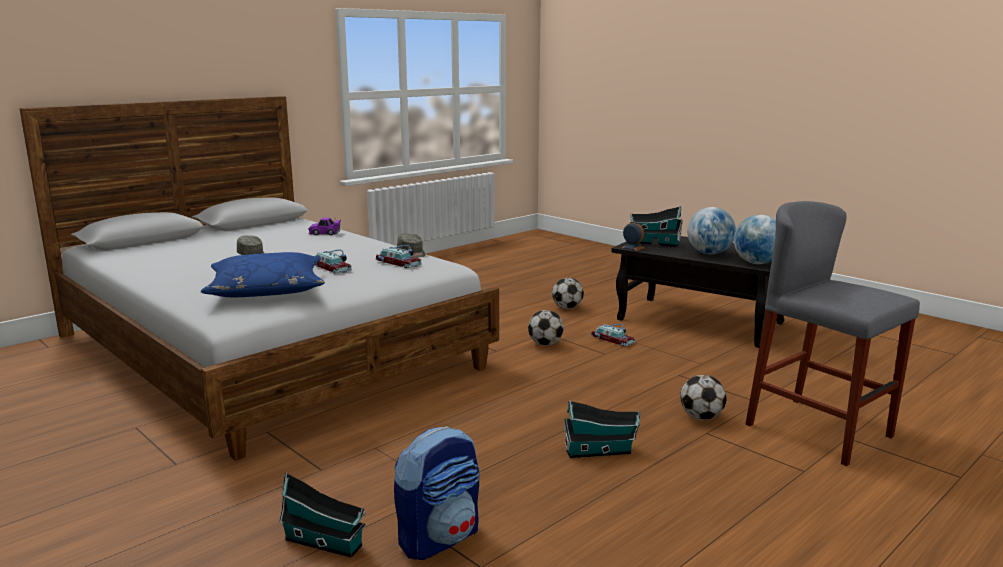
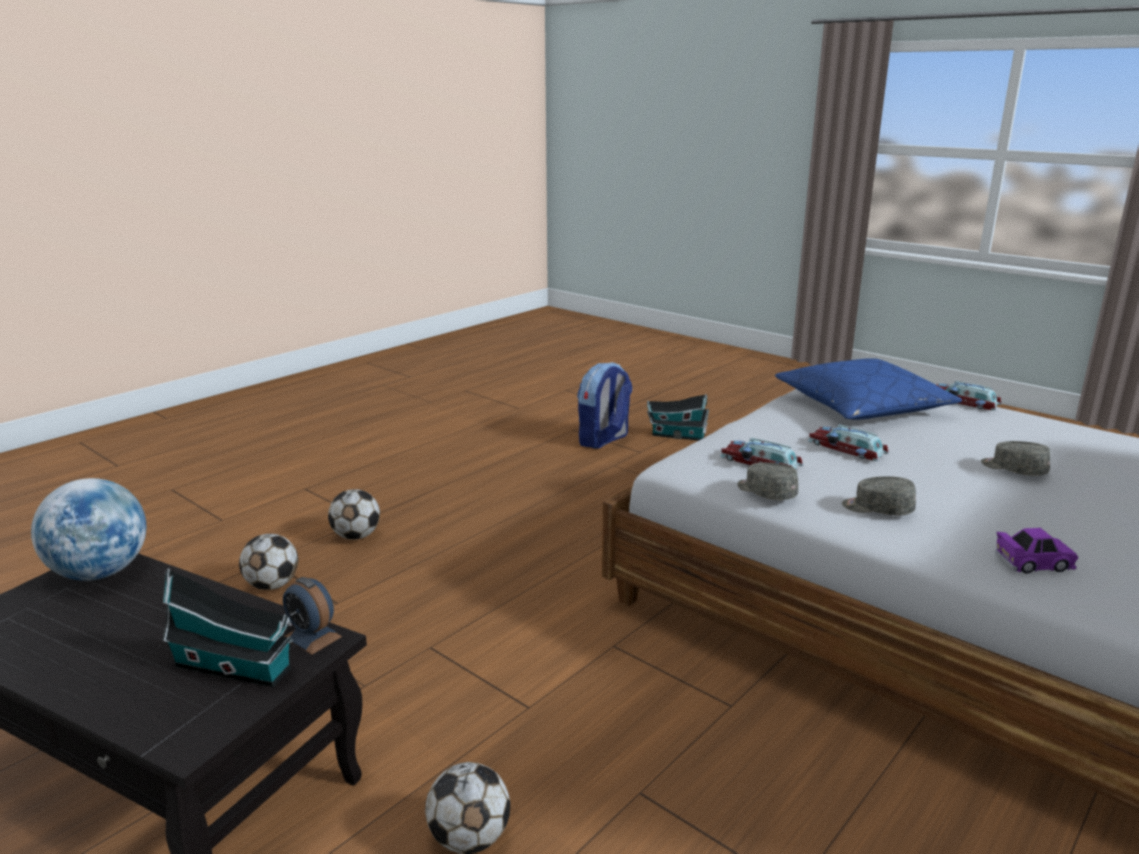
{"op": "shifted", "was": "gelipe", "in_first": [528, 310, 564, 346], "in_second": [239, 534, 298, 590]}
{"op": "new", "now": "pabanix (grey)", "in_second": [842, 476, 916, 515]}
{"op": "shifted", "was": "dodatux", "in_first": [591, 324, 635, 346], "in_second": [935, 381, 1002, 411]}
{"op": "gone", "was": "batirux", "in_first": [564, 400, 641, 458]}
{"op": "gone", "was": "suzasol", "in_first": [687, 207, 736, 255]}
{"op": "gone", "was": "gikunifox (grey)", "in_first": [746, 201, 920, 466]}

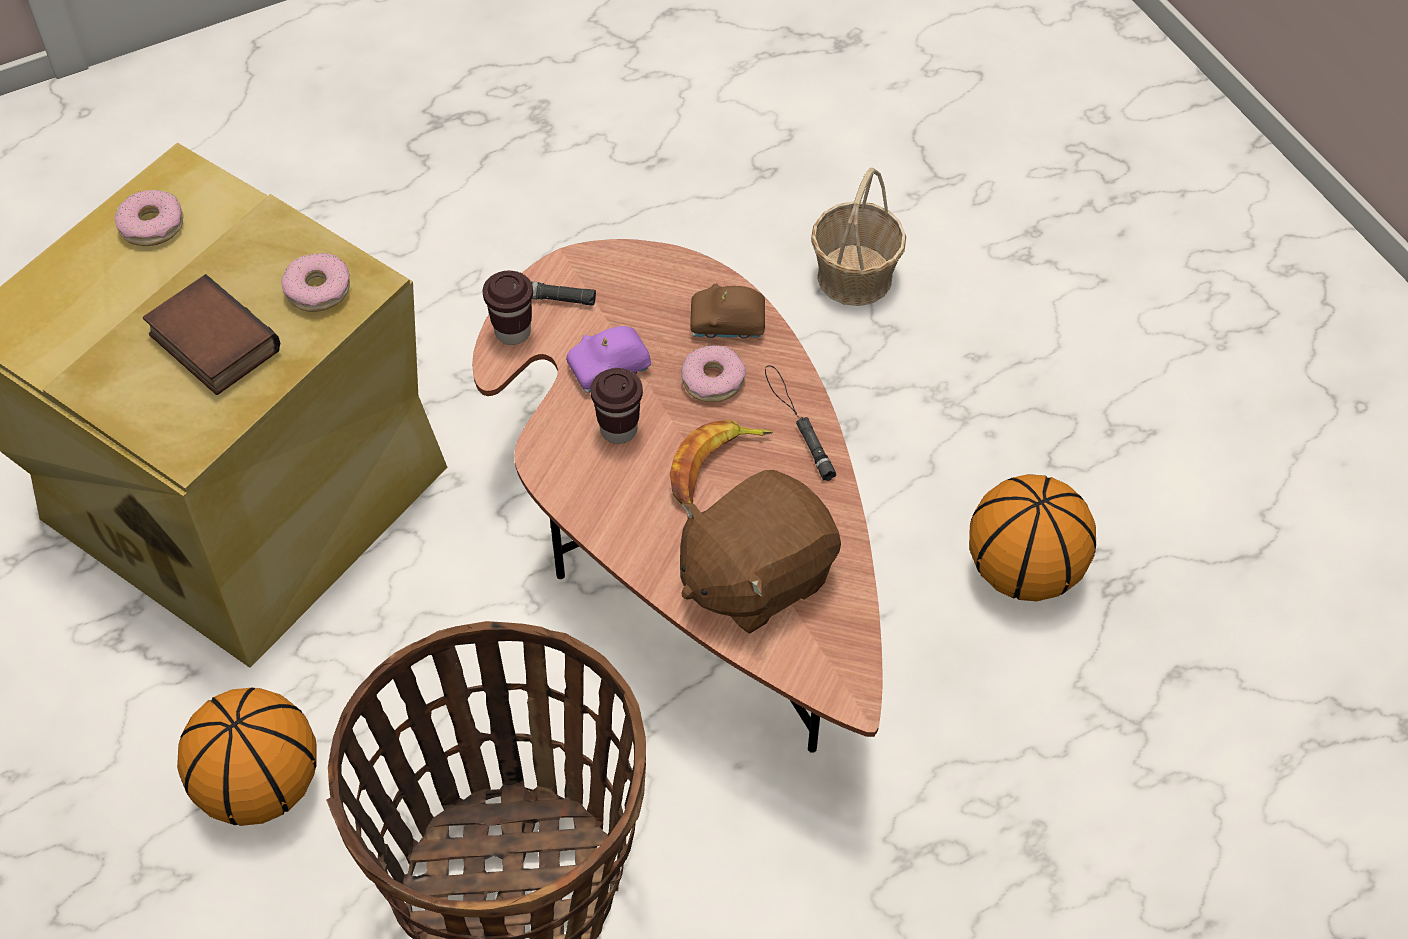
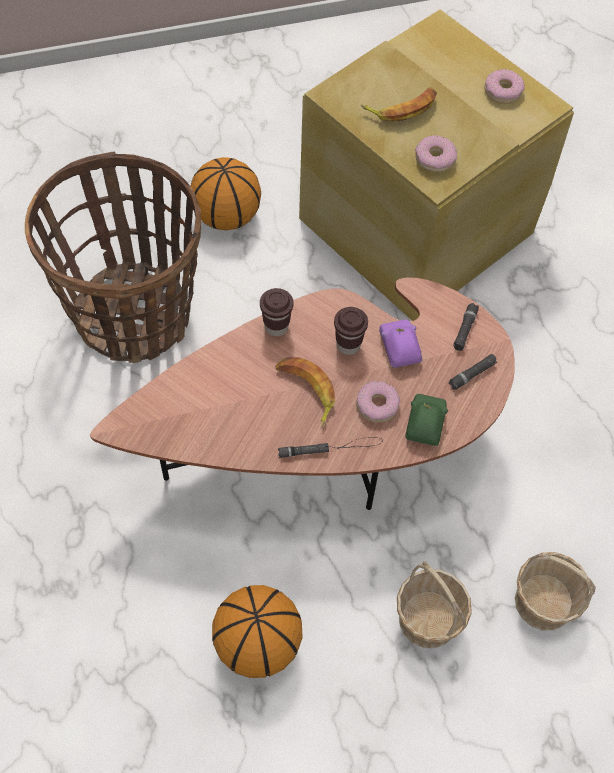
{"op": "shifted", "was": "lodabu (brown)", "in_first": [483, 271, 533, 345], "in_second": [260, 288, 294, 336]}
{"op": "swapped", "was": "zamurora", "now": "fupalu", "in_first": [143, 274, 280, 395], "in_second": [361, 87, 437, 121]}
{"op": "new", "now": "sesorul", "in_second": [397, 561, 472, 648]}
{"op": "repainted", "was": "dodatux (brown)", "now": "dodatux (green)", "in_first": [690, 284, 765, 339], "in_second": [405, 394, 448, 446]}
{"op": "new", "now": "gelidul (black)", "in_second": [449, 354, 497, 390]}
{"op": "gone", "was": "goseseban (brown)", "in_first": [680, 470, 841, 633]}

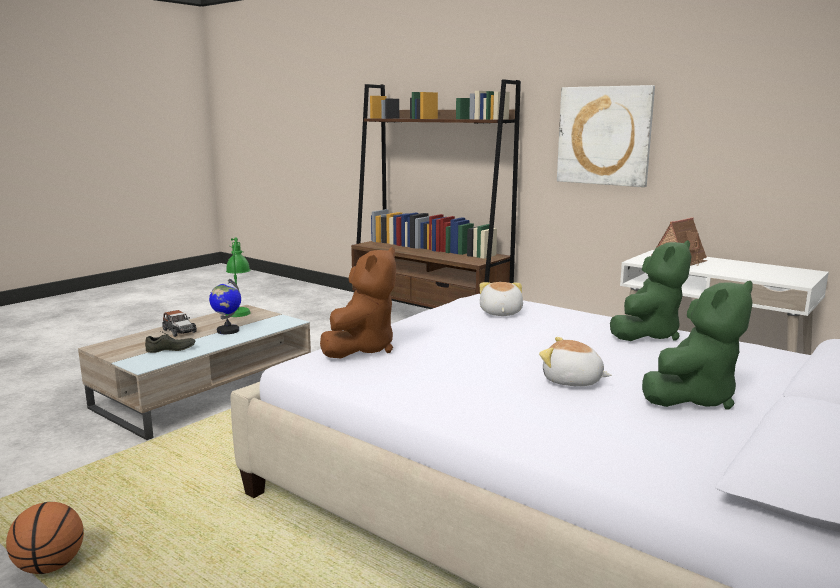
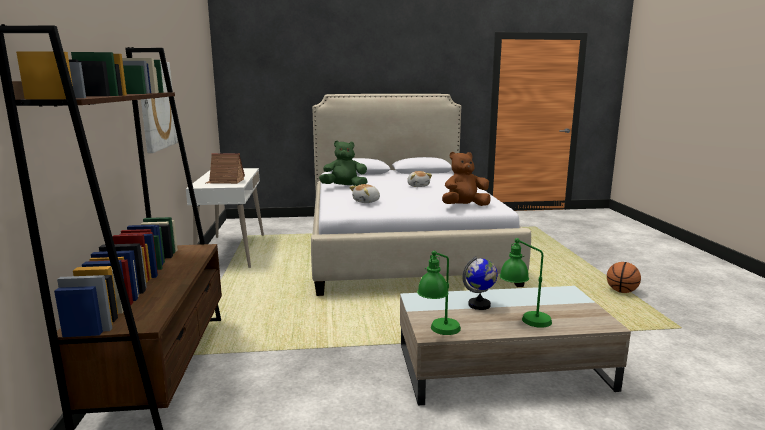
{"op": "swapped", "was": "dodatux", "now": "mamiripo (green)", "in_first": [162, 310, 197, 337], "in_second": [499, 238, 552, 328]}
{"op": "gone", "was": "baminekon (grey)", "in_first": [145, 331, 195, 353]}
{"op": "gone", "was": "goseseban (green)", "in_first": [642, 281, 753, 410]}

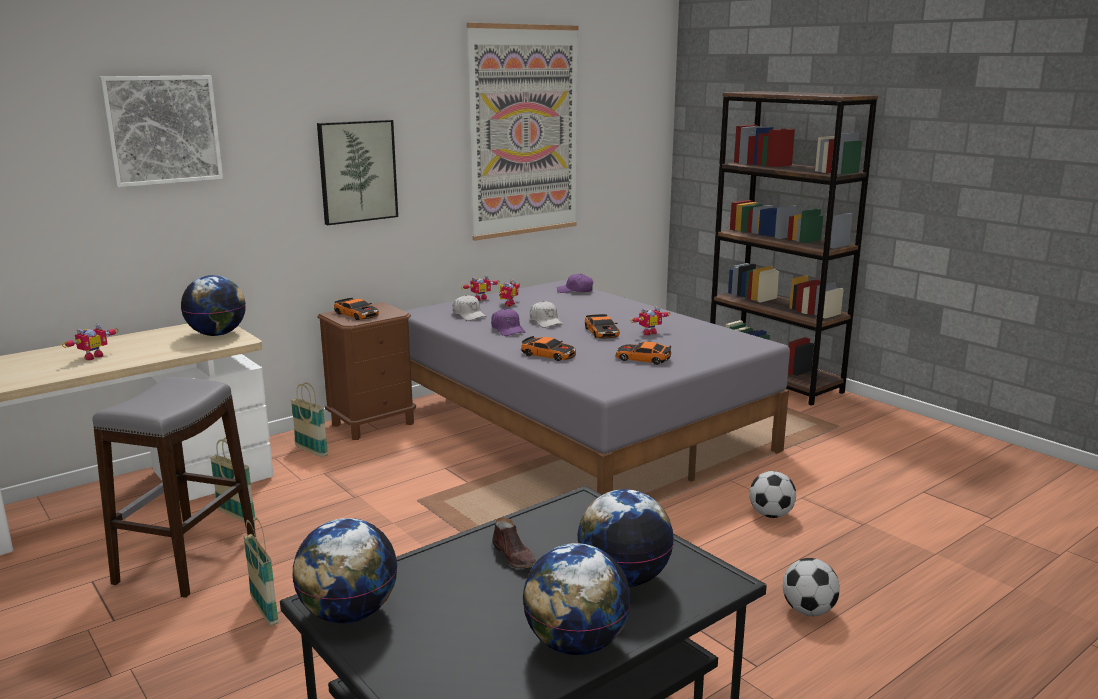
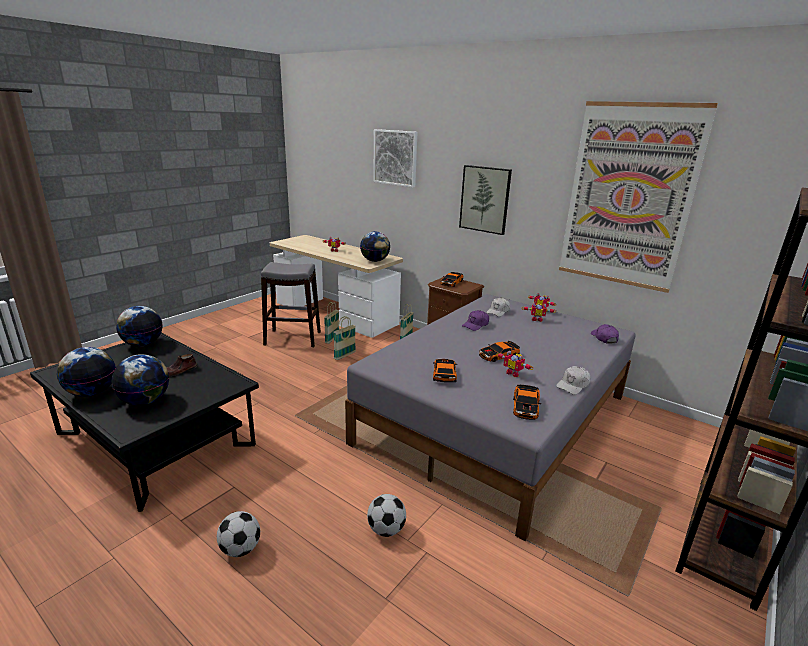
{"op": "shifted", "was": "sesorul", "in_first": [243, 518, 279, 626], "in_second": [333, 316, 356, 360]}
{"op": "shifted", "was": "dodatux", "in_first": [521, 336, 576, 361], "in_second": [513, 385, 541, 420]}
{"op": "shifted", "was": "pabanix (white)", "in_first": [530, 301, 564, 328], "in_second": [556, 366, 591, 395]}

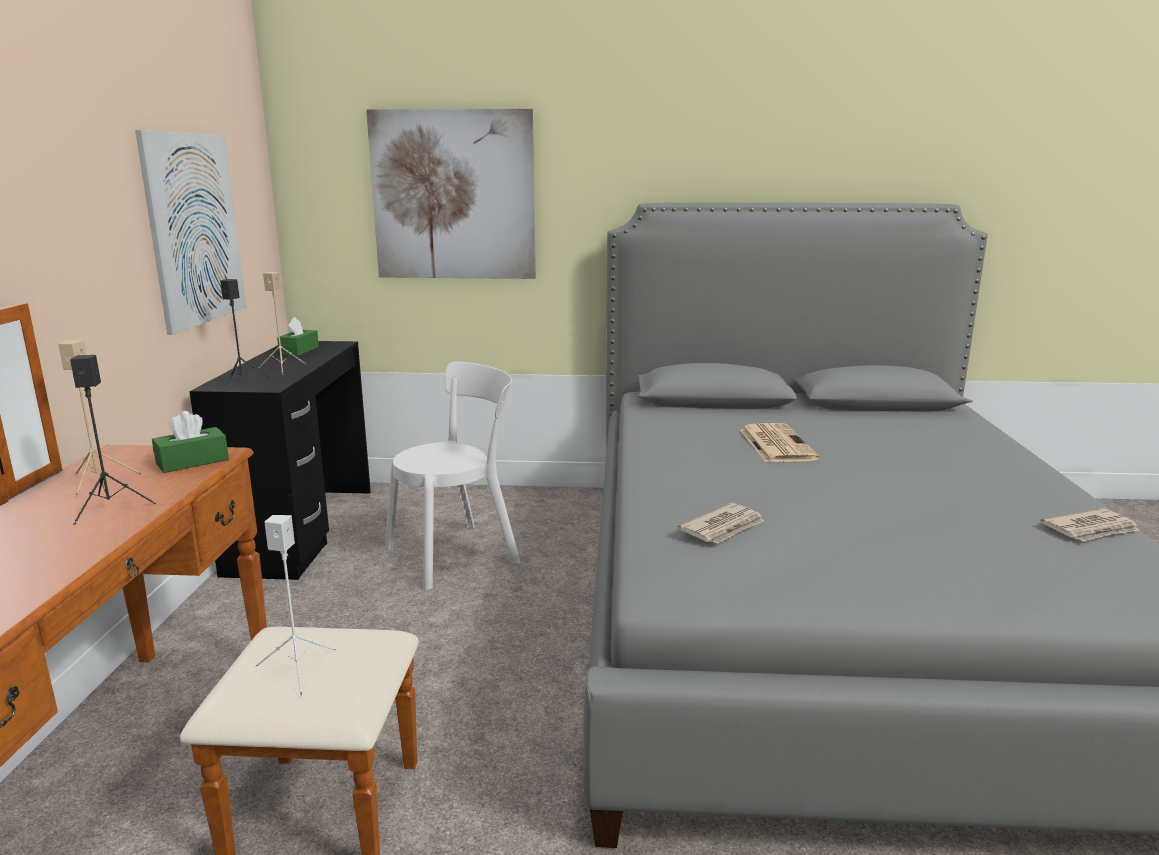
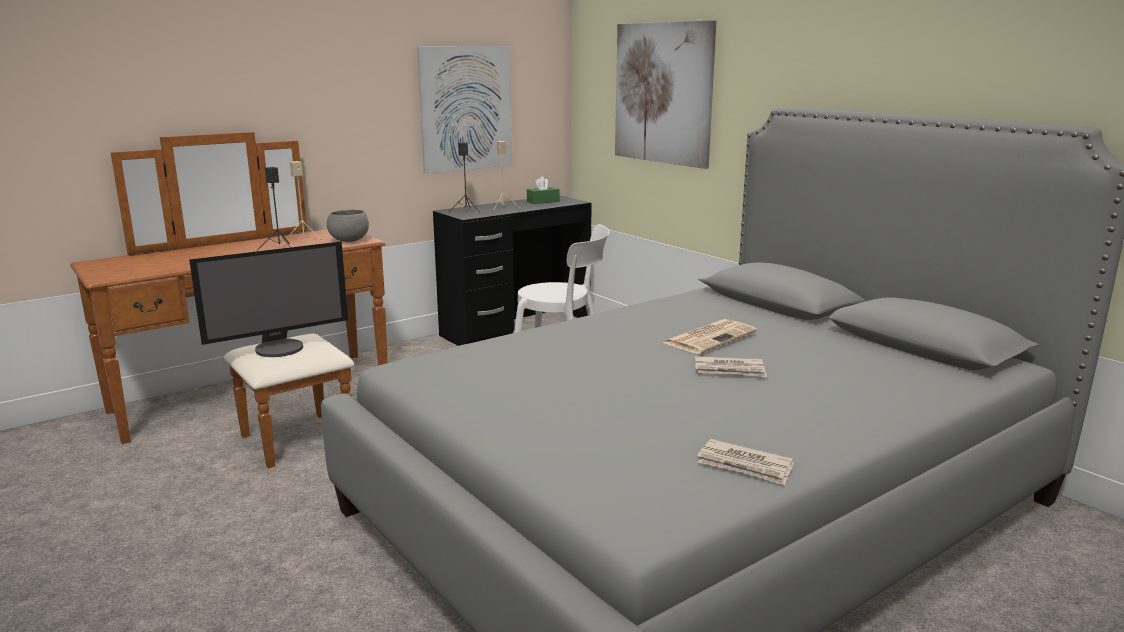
{"op": "swapped", "was": "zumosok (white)", "now": "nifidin", "in_first": [255, 515, 337, 696], "in_second": [189, 241, 348, 357]}
{"op": "swapped", "was": "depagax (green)", "now": "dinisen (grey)", "in_first": [152, 411, 229, 473], "in_second": [327, 209, 369, 242]}
{"op": "shifted", "was": "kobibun", "in_first": [678, 503, 764, 544], "in_second": [695, 356, 767, 377]}

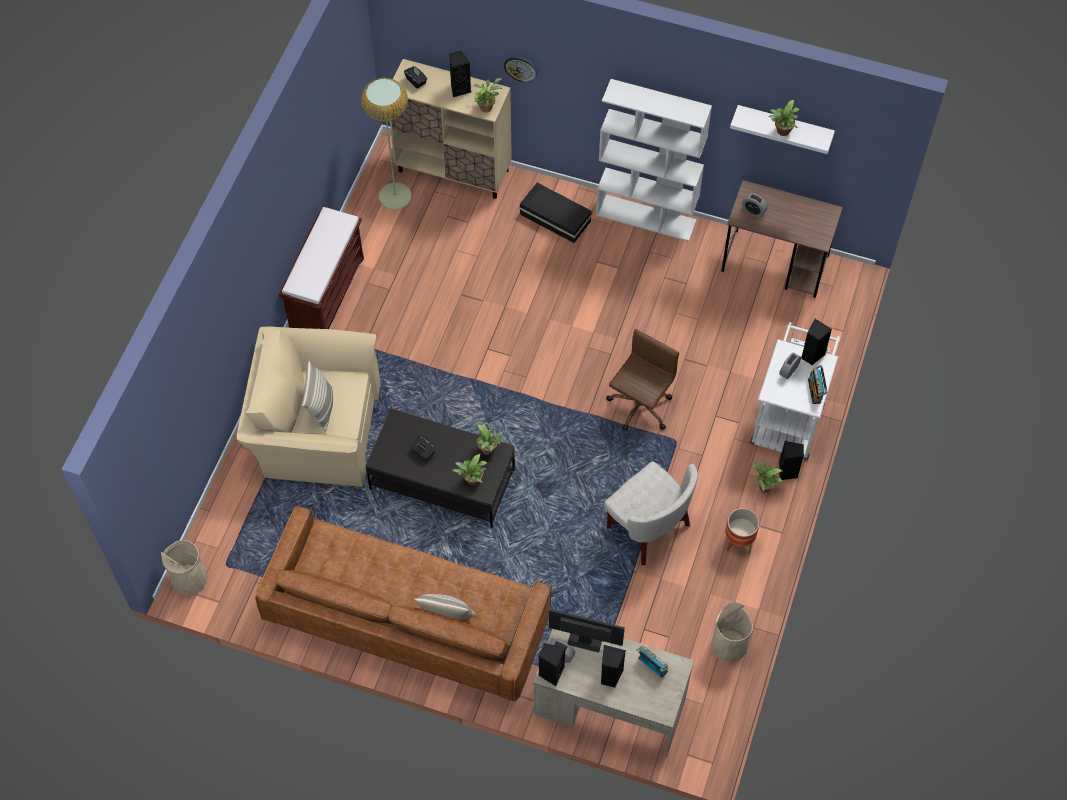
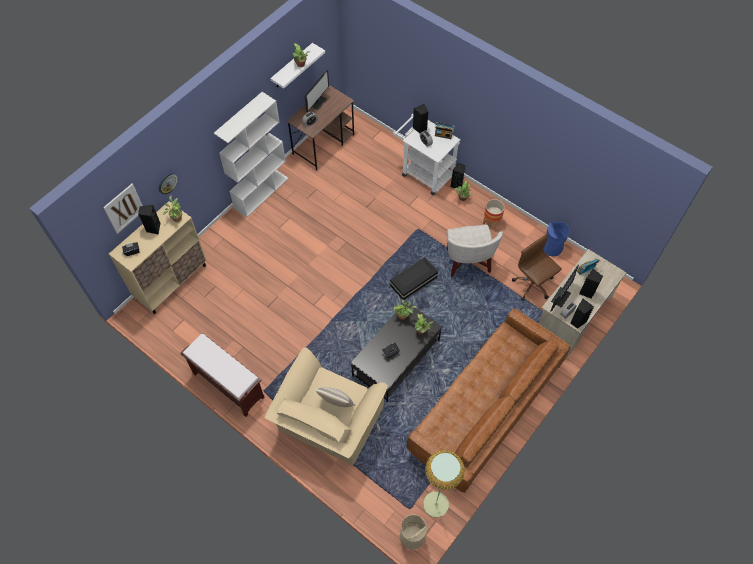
{"op": "new", "now": "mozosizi", "in_second": [103, 184, 143, 234]}
{"op": "new", "now": "nifidin", "in_second": [305, 70, 329, 112]}
{"op": "shifted", "was": "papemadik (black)", "in_first": [519, 183, 592, 243], "in_second": [390, 257, 438, 300]}
{"op": "shifted", "was": "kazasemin", "in_first": [361, 78, 411, 210], "in_second": [423, 450, 465, 518]}
{"op": "rotated", "was": "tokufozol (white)", "in_first": [604, 461, 698, 565], "in_second": [447, 225, 503, 277], "clockwise": 105}
{"op": "shifted", "was": "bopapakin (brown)", "in_first": [606, 329, 679, 431], "in_second": [512, 234, 562, 301]}
{"op": "repainted", "was": "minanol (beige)", "now": "minanol (blue)", "in_first": [711, 603, 753, 662], "in_second": [544, 221, 569, 257]}
{"op": "gone", "was": "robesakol", "in_first": [414, 594, 476, 620]}

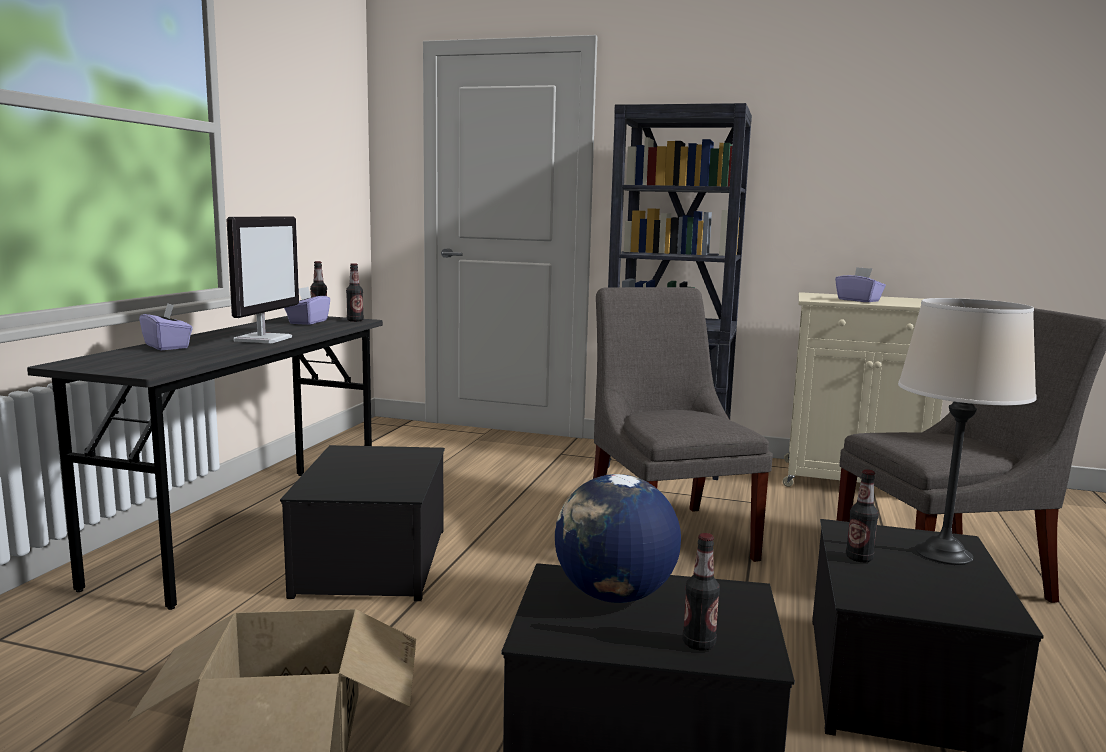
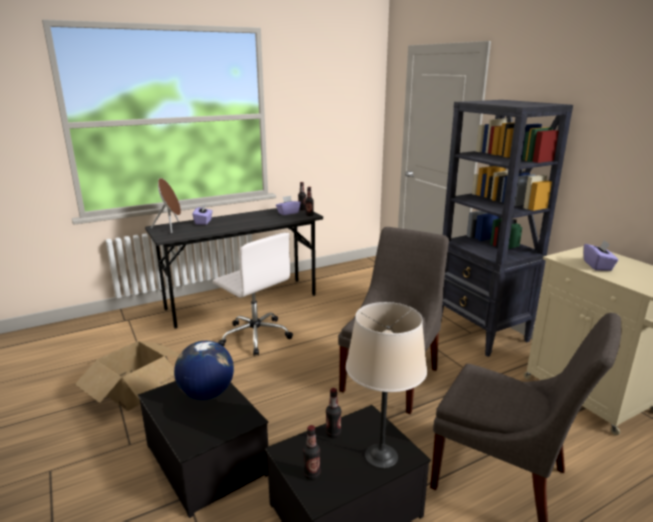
{"op": "new", "now": "zumosok (brown)", "in_second": [151, 178, 181, 233]}
{"op": "swapped", "was": "papemadik", "now": "bopapakin (white)", "in_first": [280, 445, 445, 601], "in_second": [213, 233, 293, 356]}
{"op": "shifted", "was": "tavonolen", "in_first": [683, 533, 720, 651], "in_second": [303, 425, 320, 480]}
{"op": "gone", "was": "nifidin", "in_first": [226, 216, 299, 344]}

